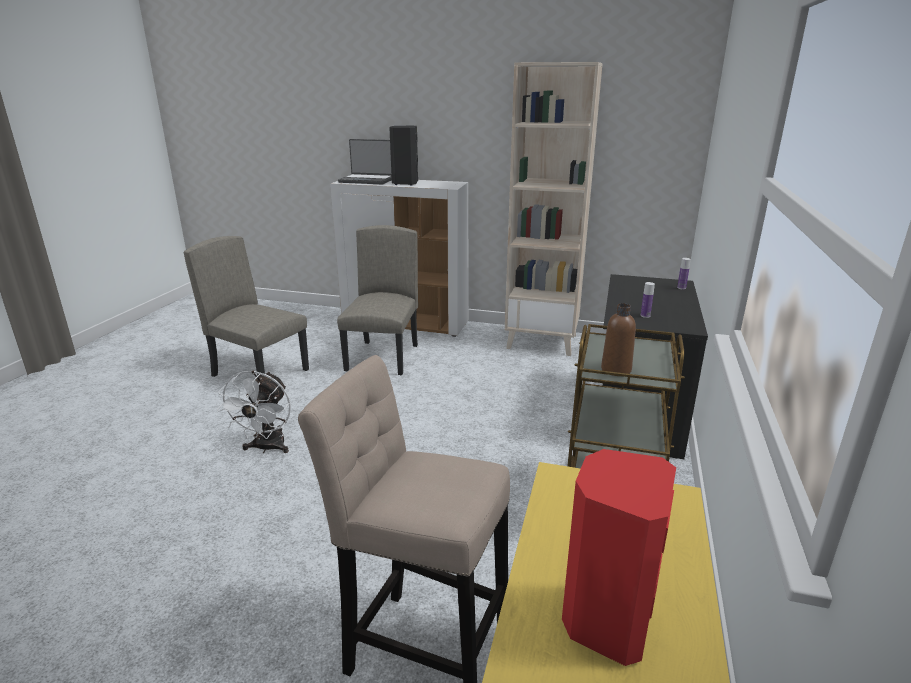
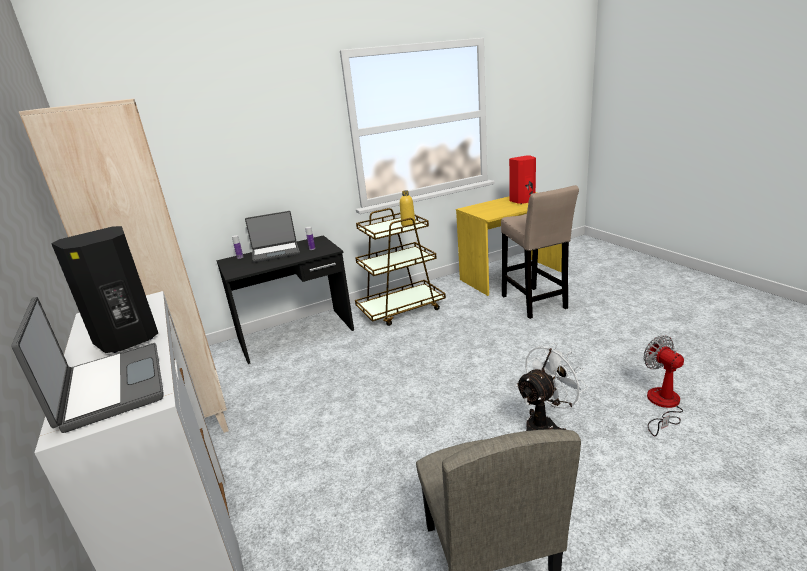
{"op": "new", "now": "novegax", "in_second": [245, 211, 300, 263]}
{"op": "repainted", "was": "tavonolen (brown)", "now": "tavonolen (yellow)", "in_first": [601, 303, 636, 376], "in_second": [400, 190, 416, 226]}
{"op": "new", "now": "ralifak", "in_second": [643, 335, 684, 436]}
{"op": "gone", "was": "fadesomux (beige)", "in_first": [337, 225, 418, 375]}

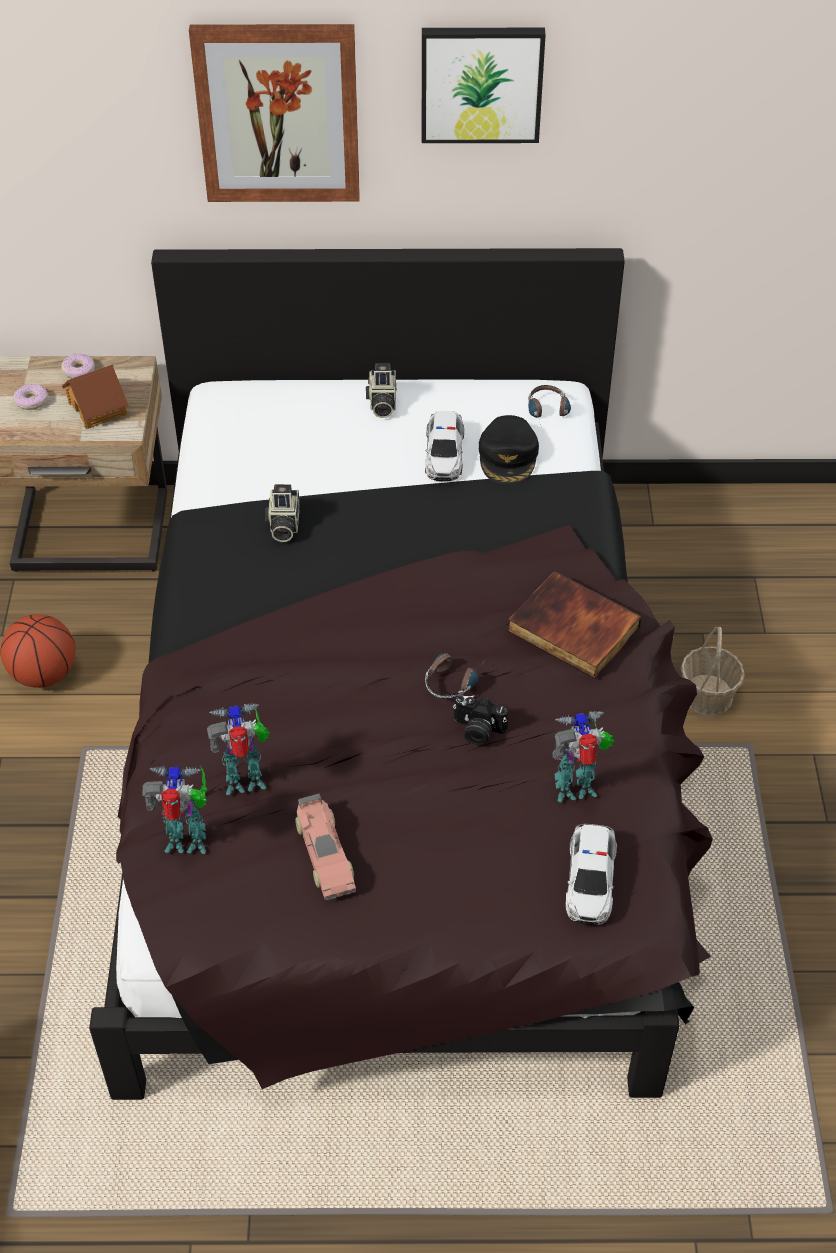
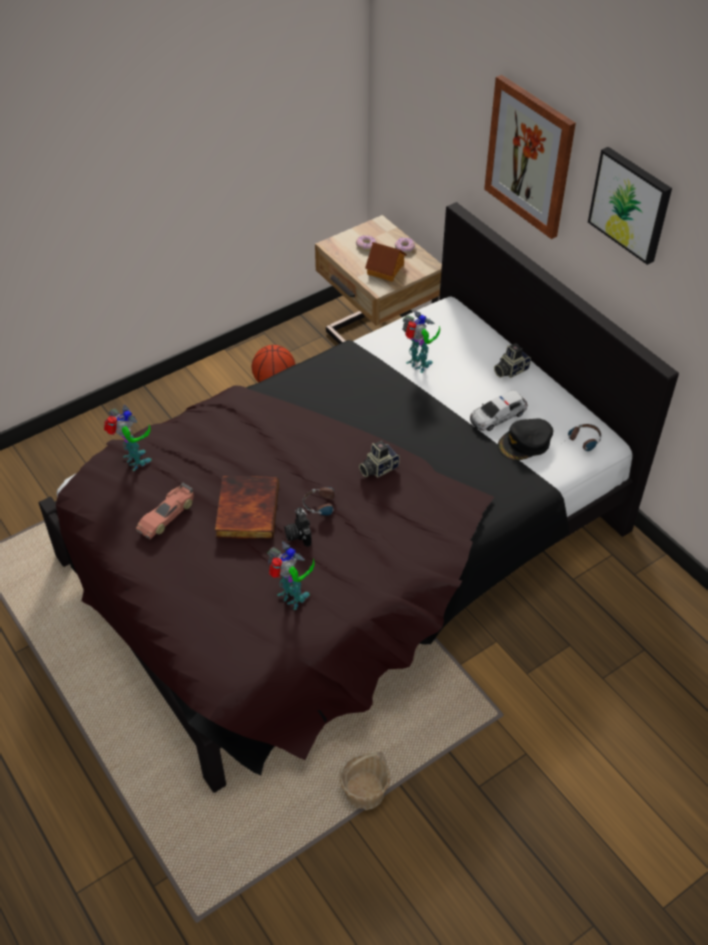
{"op": "shifted", "was": "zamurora", "in_first": [507, 571, 642, 679], "in_second": [215, 476, 279, 539]}
{"op": "shifted", "was": "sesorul", "in_first": [681, 627, 745, 716], "in_second": [339, 752, 390, 810]}
{"op": "shifted", "was": "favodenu", "in_first": [265, 484, 300, 542], "in_second": [359, 441, 400, 478]}
{"op": "shifted", "was": "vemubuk", "in_first": [207, 703, 270, 795], "in_second": [402, 311, 440, 373]}
{"op": "gone", "was": "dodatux", "in_first": [565, 824, 617, 925]}

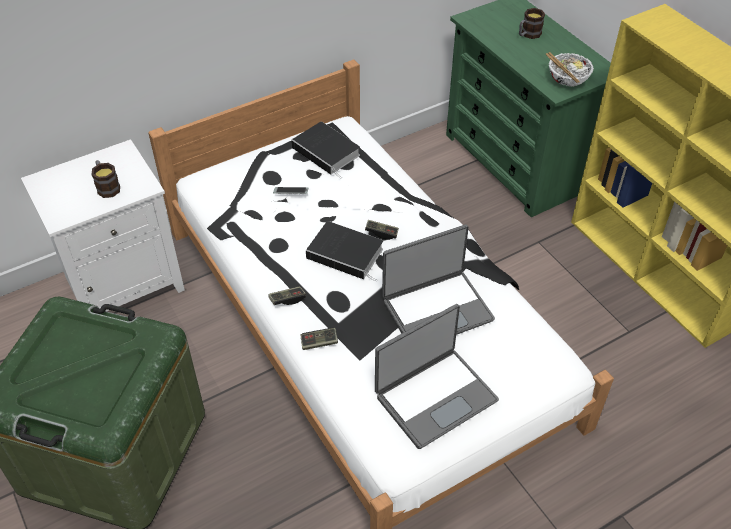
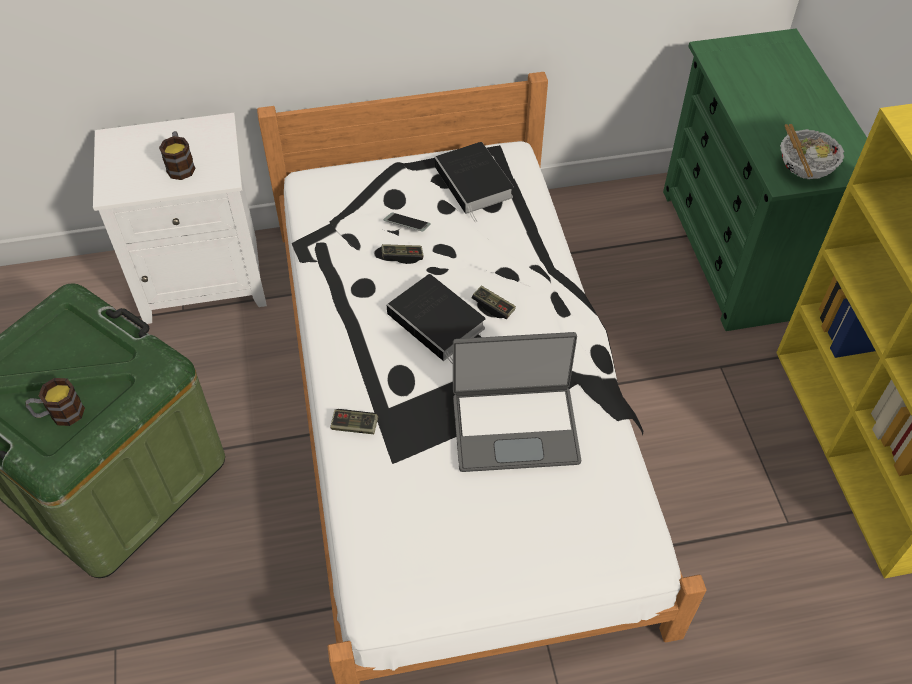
{"op": "shifted", "was": "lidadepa", "in_first": [519, 8, 545, 39], "in_second": [25, 378, 85, 426]}
{"op": "shifted", "was": "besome", "in_first": [268, 286, 306, 305], "in_second": [381, 244, 423, 264]}
{"op": "gone", "was": "novegax", "in_first": [375, 304, 499, 449]}

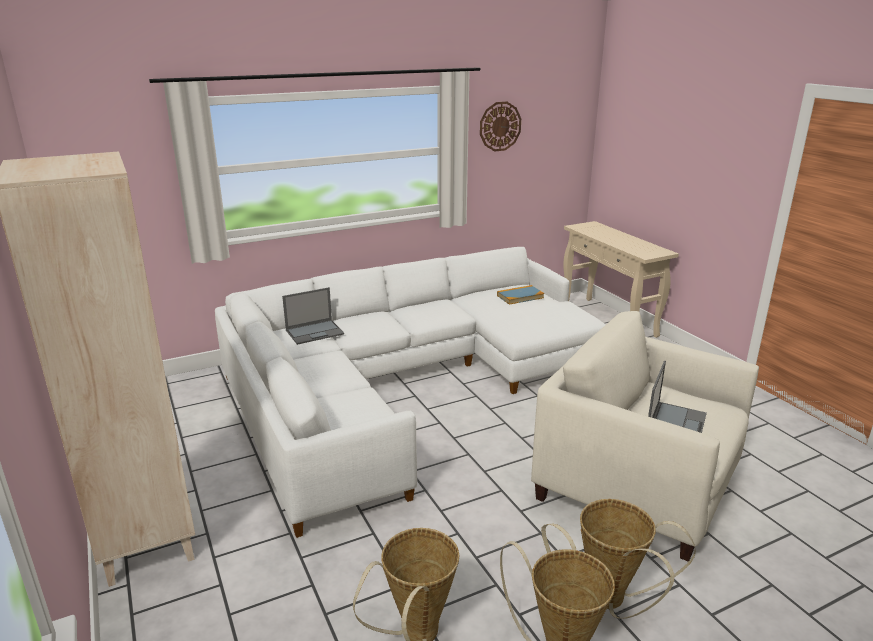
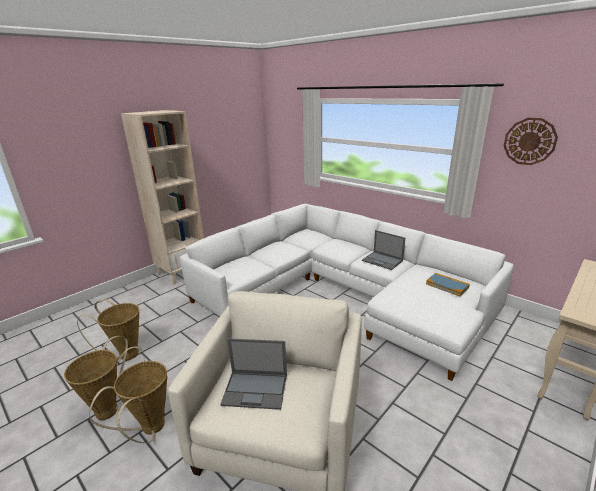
{"op": "shifted", "was": "novegax", "in_first": [282, 287, 344, 345], "in_second": [362, 230, 405, 270]}

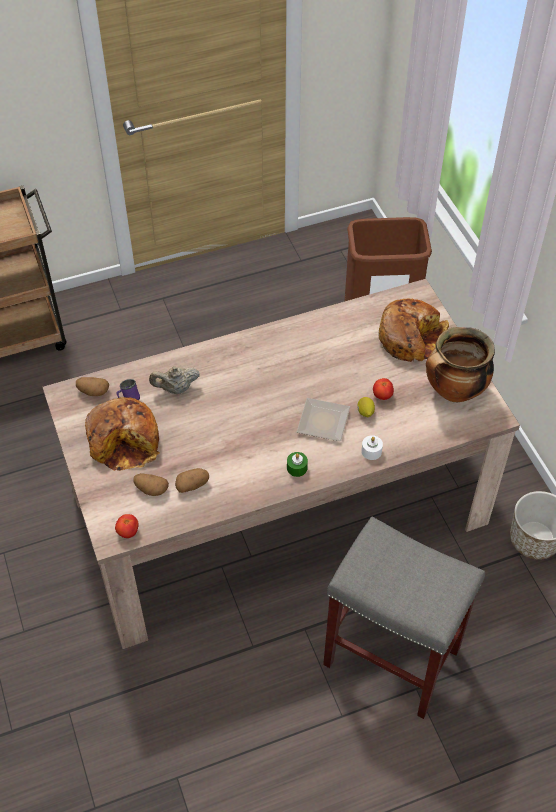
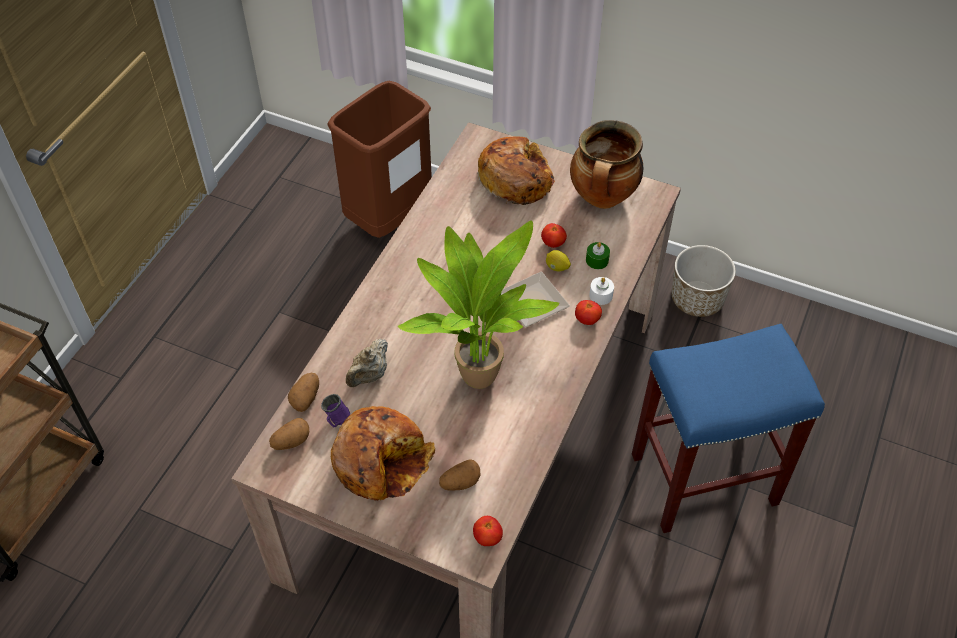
{"op": "shifted", "was": "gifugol", "in_first": [175, 468, 209, 493], "in_second": [288, 373, 319, 412]}
{"op": "new", "now": "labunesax", "in_second": [398, 221, 559, 389]}
{"op": "new", "now": "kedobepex", "in_second": [575, 300, 602, 325]}
{"op": "shifted", "was": "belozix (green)", "in_first": [287, 452, 308, 477], "in_second": [586, 242, 610, 269]}
{"op": "repainted", "was": "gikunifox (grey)", "now": "gikunifox (blue)", "in_first": [323, 517, 485, 719], "in_second": [632, 324, 825, 533]}

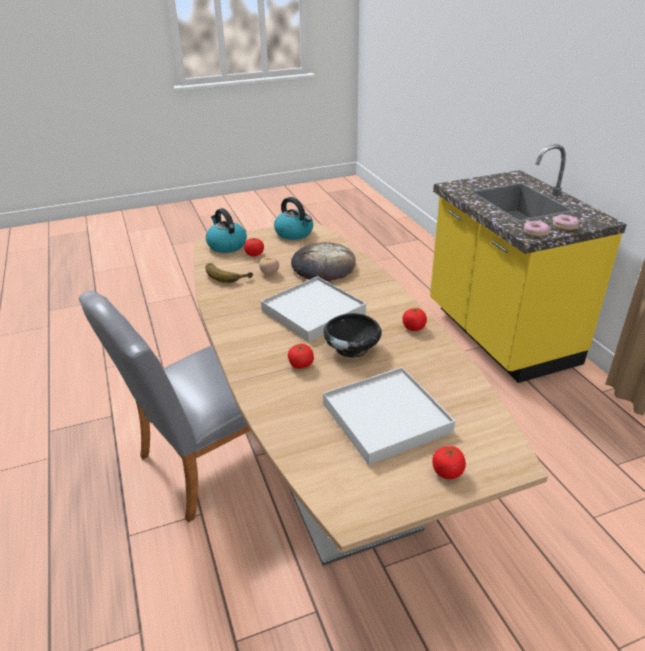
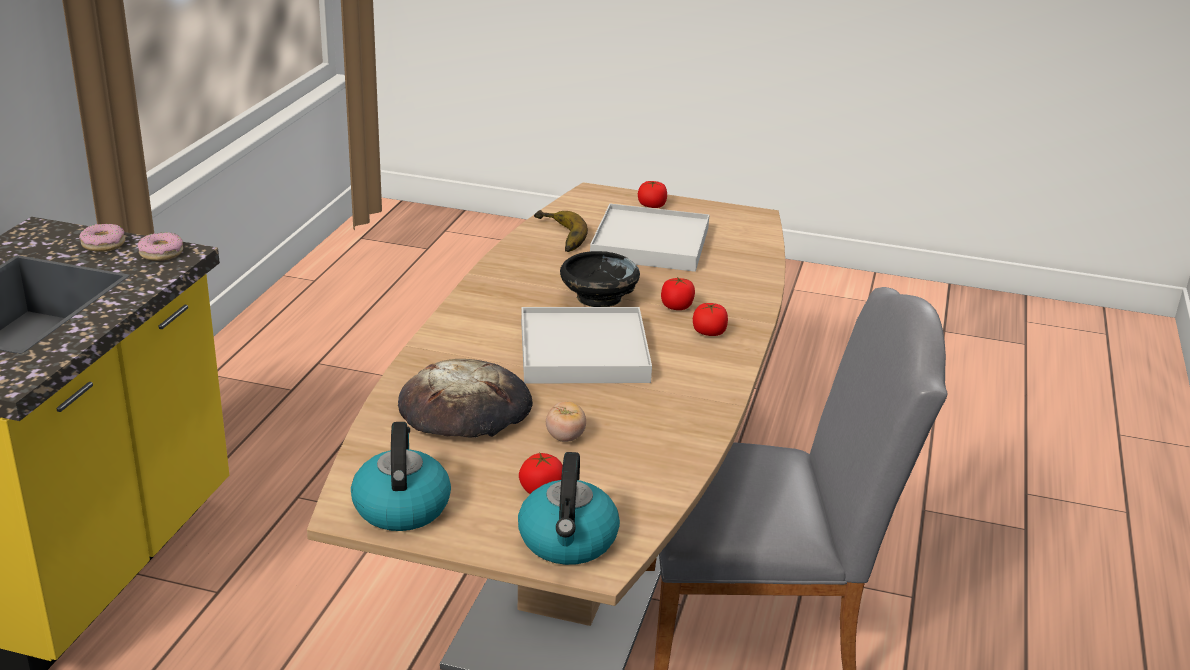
{"op": "shifted", "was": "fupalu", "in_first": [206, 263, 253, 283], "in_second": [534, 210, 588, 252]}
{"op": "shifted", "was": "kedobepex", "in_first": [402, 308, 427, 331], "in_second": [693, 303, 728, 336]}

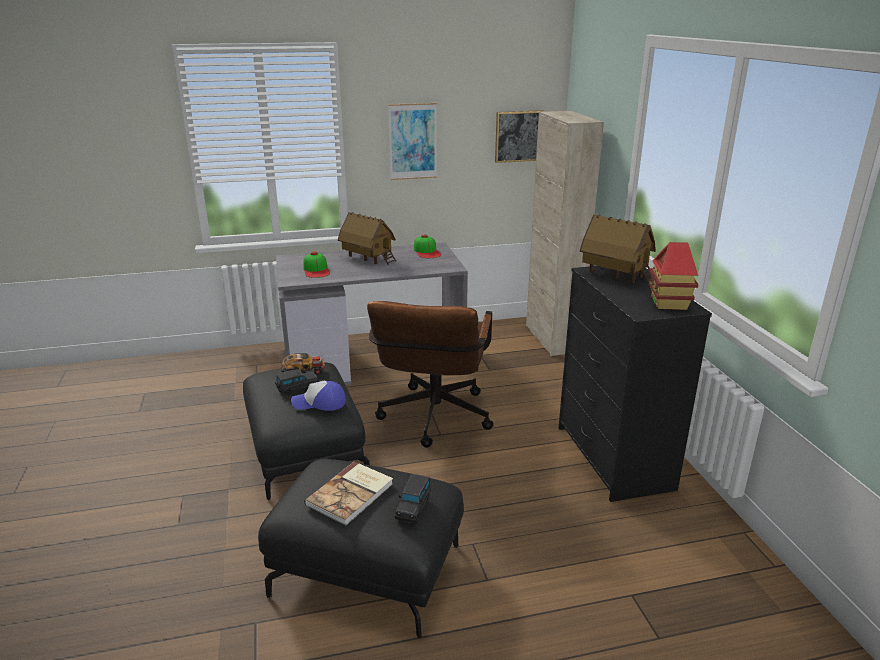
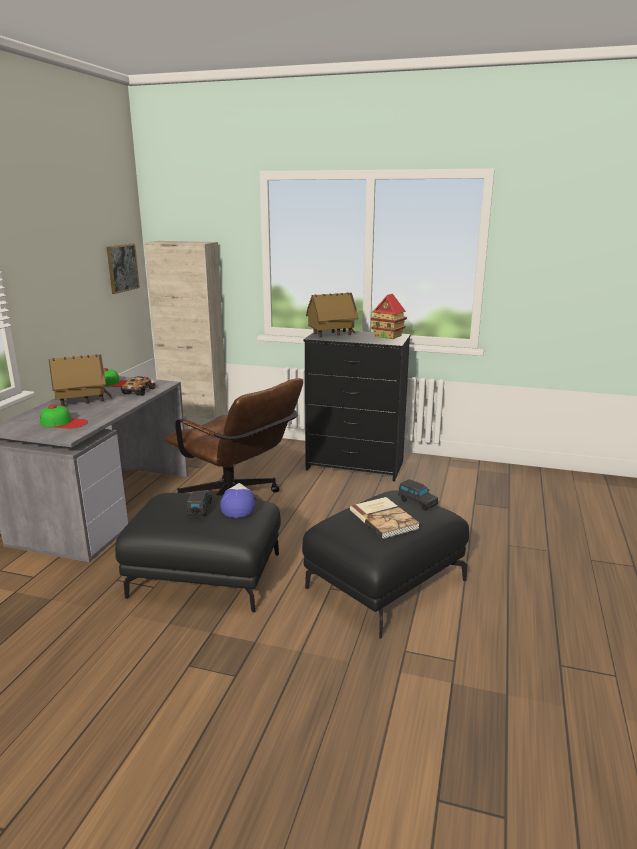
{"op": "shifted", "was": "dodatux", "in_first": [281, 353, 325, 375], "in_second": [121, 376, 156, 396]}
{"op": "rotated", "was": "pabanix", "in_first": [291, 380, 346, 411], "in_second": [220, 483, 255, 518], "clockwise": 150}
{"op": "gone", "was": "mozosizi", "in_first": [388, 103, 437, 180]}

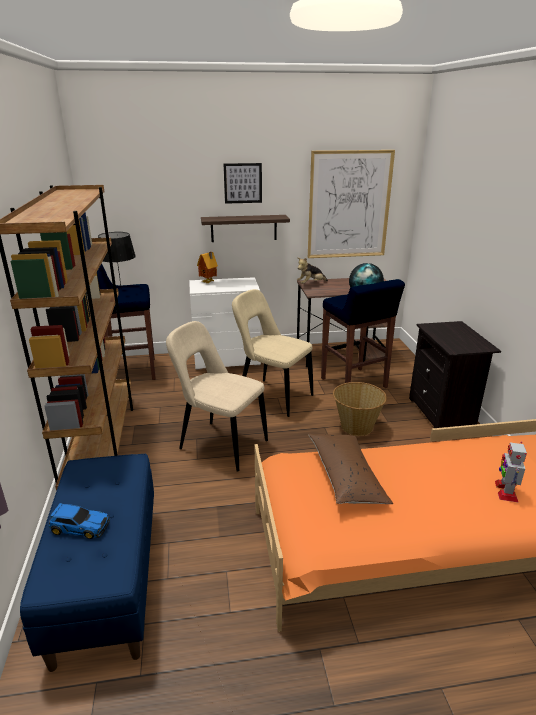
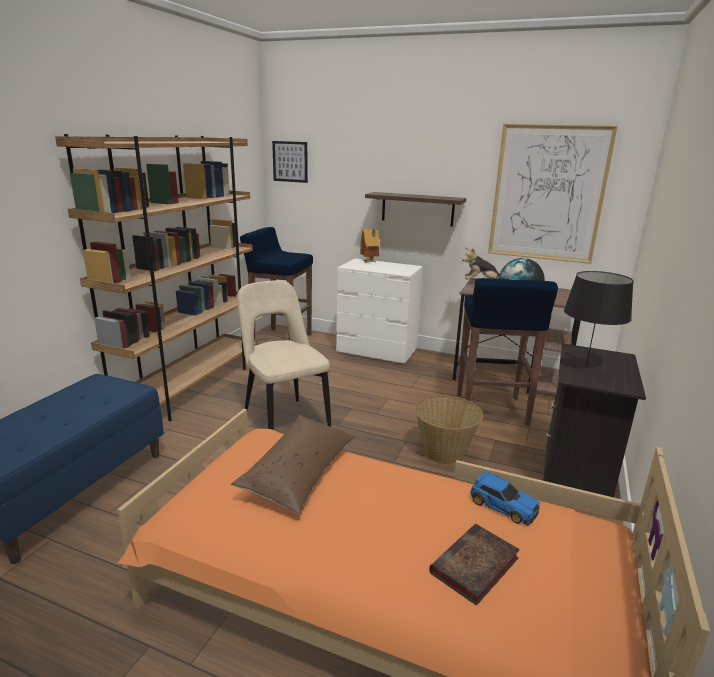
{"op": "shifted", "was": "mozosizi", "in_first": [224, 163, 262, 204], "in_second": [272, 141, 308, 183]}
{"op": "swapped", "was": "vemubuk", "now": "zamurora", "in_first": [495, 442, 527, 502], "in_second": [429, 523, 520, 606]}
{"op": "shifted", "was": "dodatux", "in_first": [49, 503, 110, 539], "in_second": [470, 470, 540, 525]}
{"op": "shifted", "was": "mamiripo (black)", "in_first": [98, 232, 136, 285], "in_second": [564, 271, 634, 366]}
{"op": "gone", "was": "fadesomux (beige)", "in_first": [232, 289, 313, 417]}

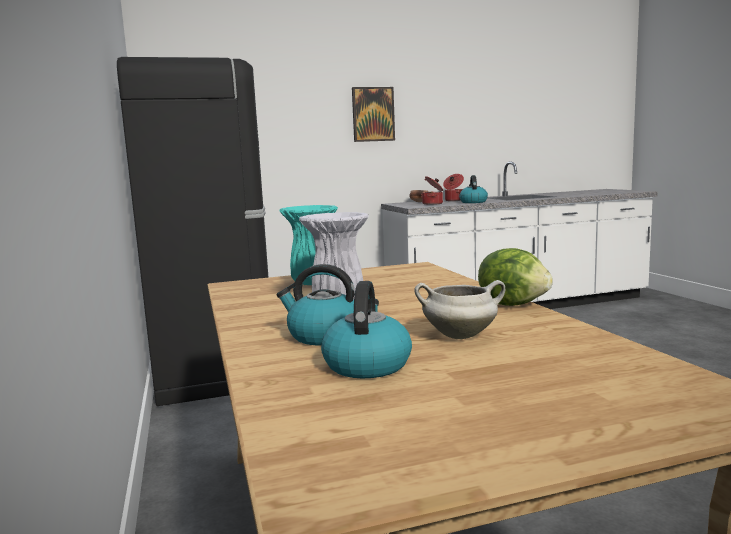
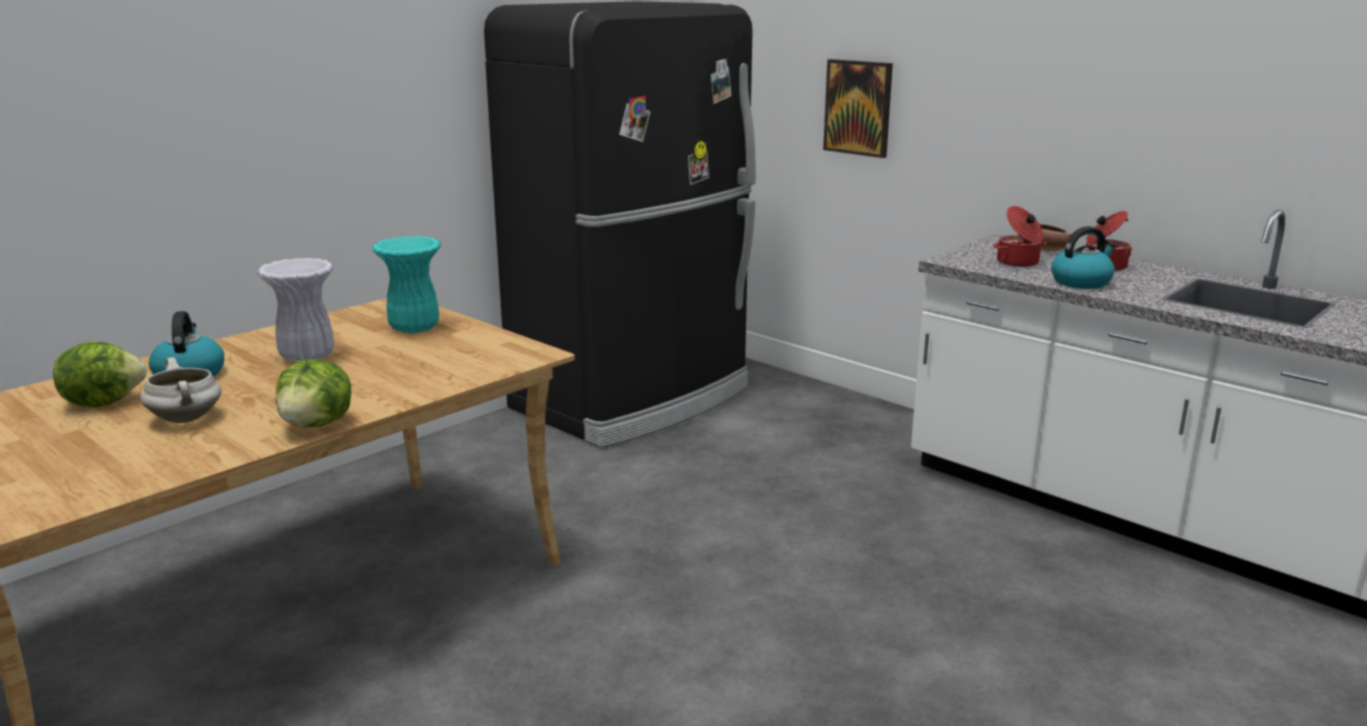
{"op": "swapped", "was": "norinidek", "now": "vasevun", "in_first": [321, 281, 412, 378], "in_second": [53, 342, 147, 407]}
{"op": "shifted", "was": "mozosizi", "in_first": [352, 87, 395, 142], "in_second": [823, 59, 893, 158]}

